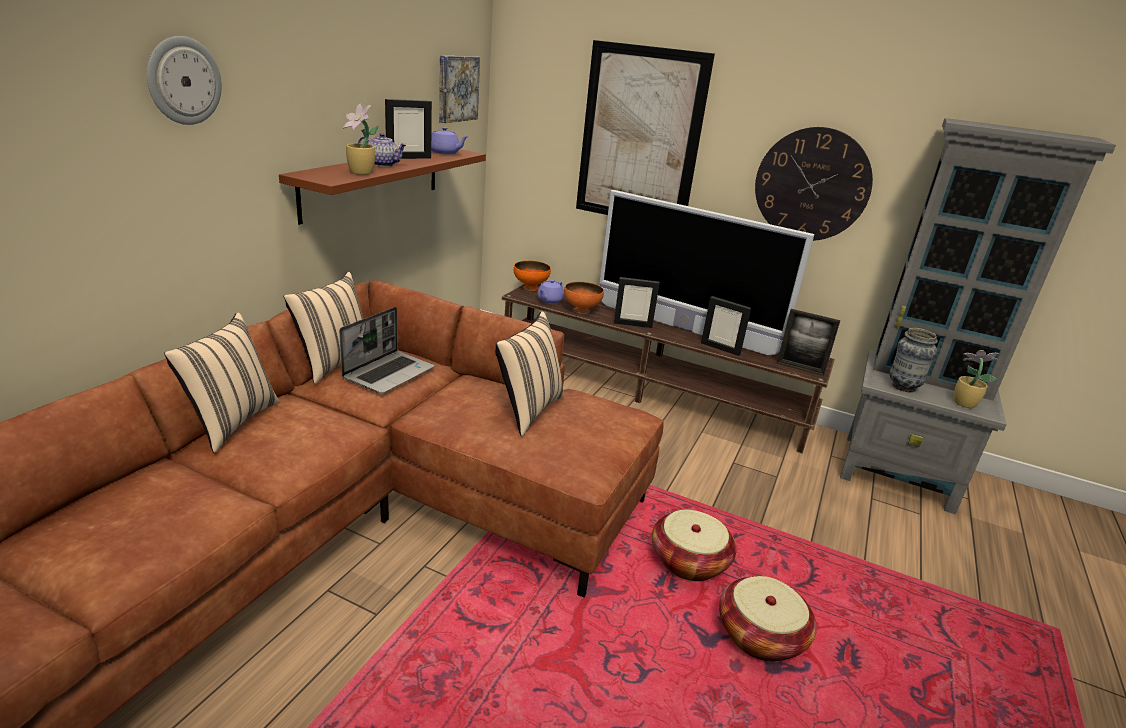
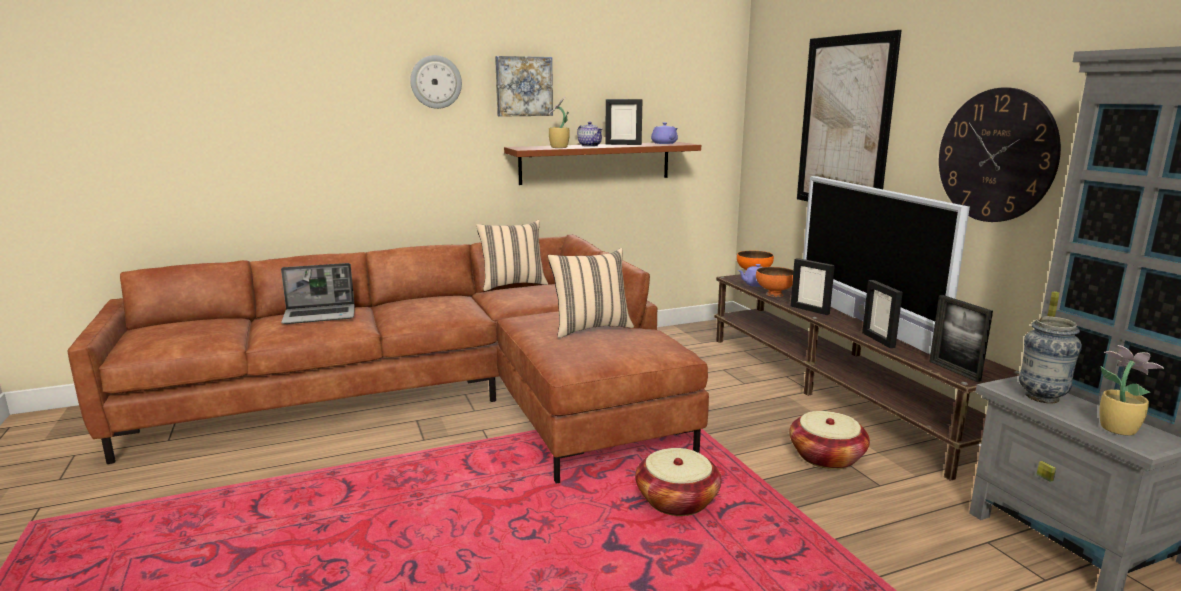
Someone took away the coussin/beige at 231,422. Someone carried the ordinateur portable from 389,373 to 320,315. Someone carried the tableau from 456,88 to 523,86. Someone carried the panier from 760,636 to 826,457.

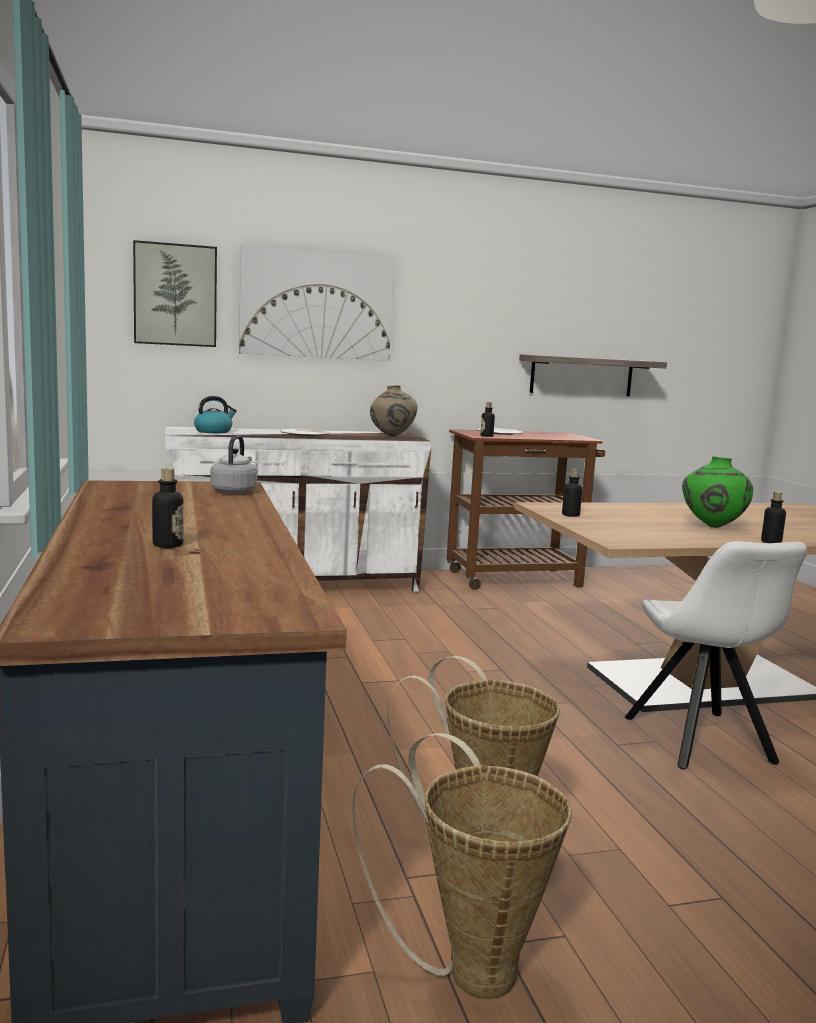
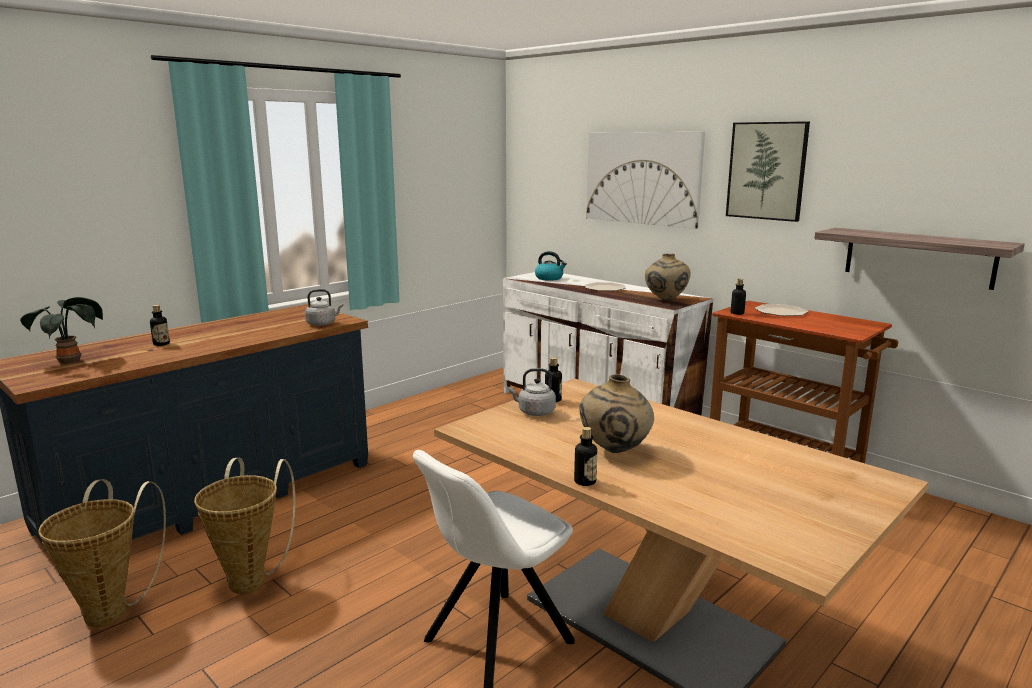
Someone carried the tableau from 175,295 to 767,171. Someone repainted the vase/vert at 712,527, which became the vase/beige at 614,451. Someone put down the plante en pot at 72,361. Someone put down the bouilloire/gris at 534,412.

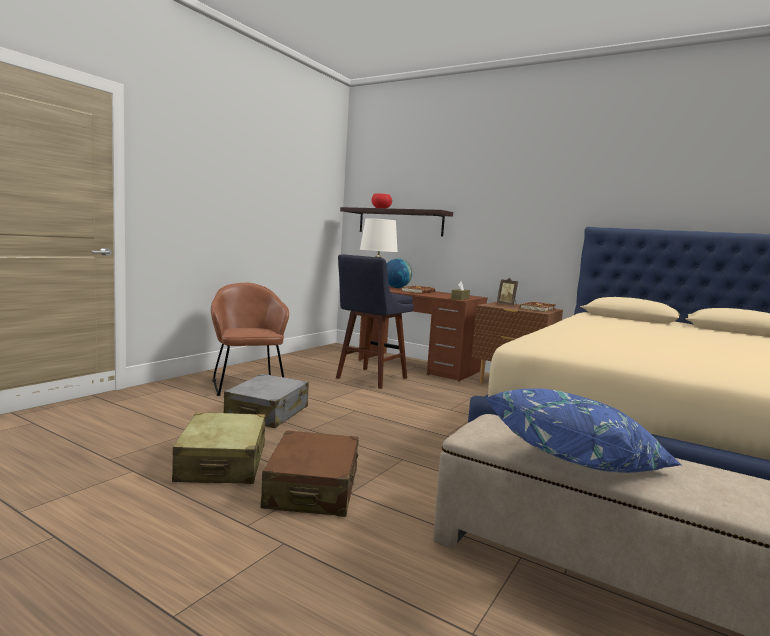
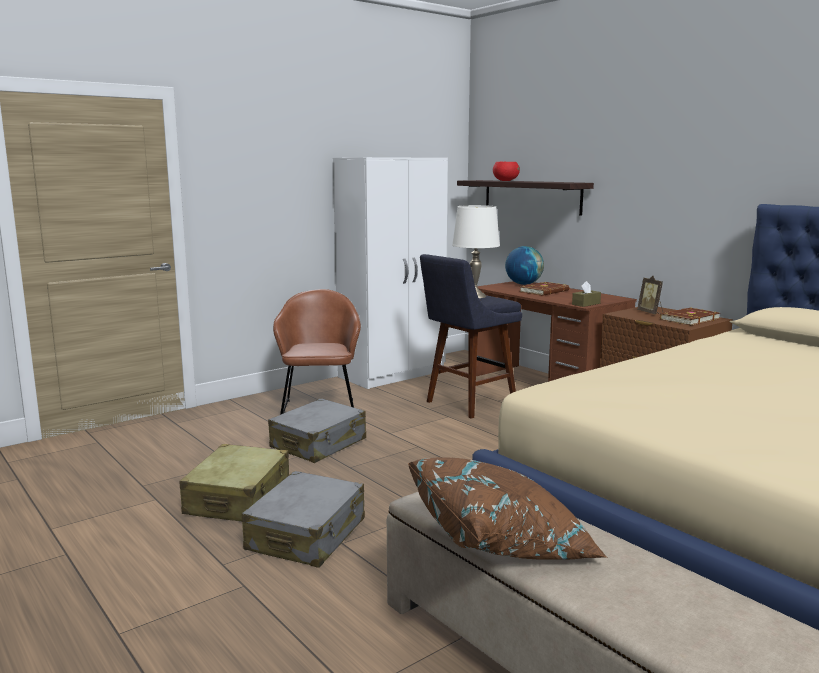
Someone repainted the valise/marron at 312,489, which became the valise/gris at 307,535. Someone repainted the coussin/bleu at 579,463, which became the coussin/marron at 501,542. Someone put down the armoire/blanc at 393,374.

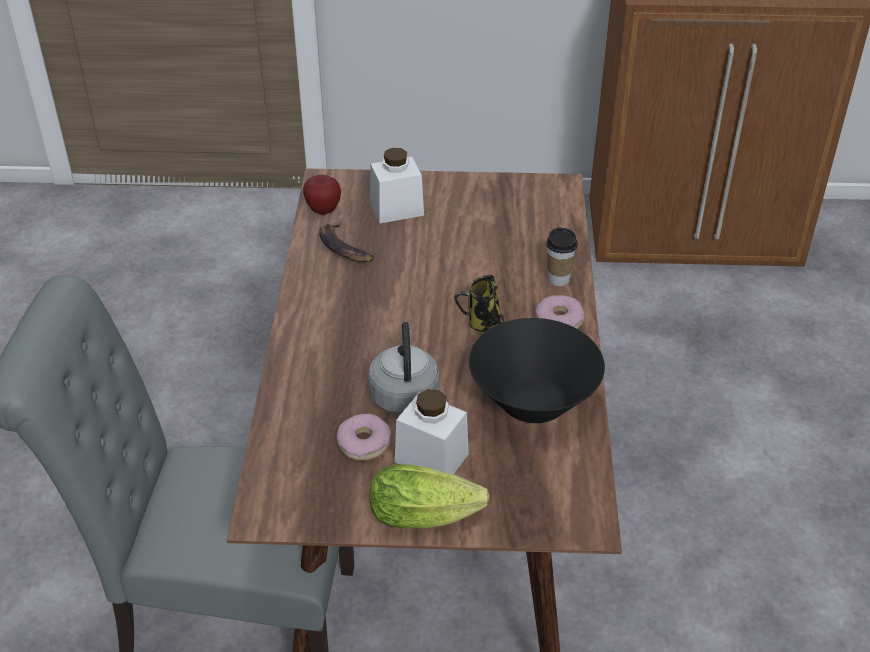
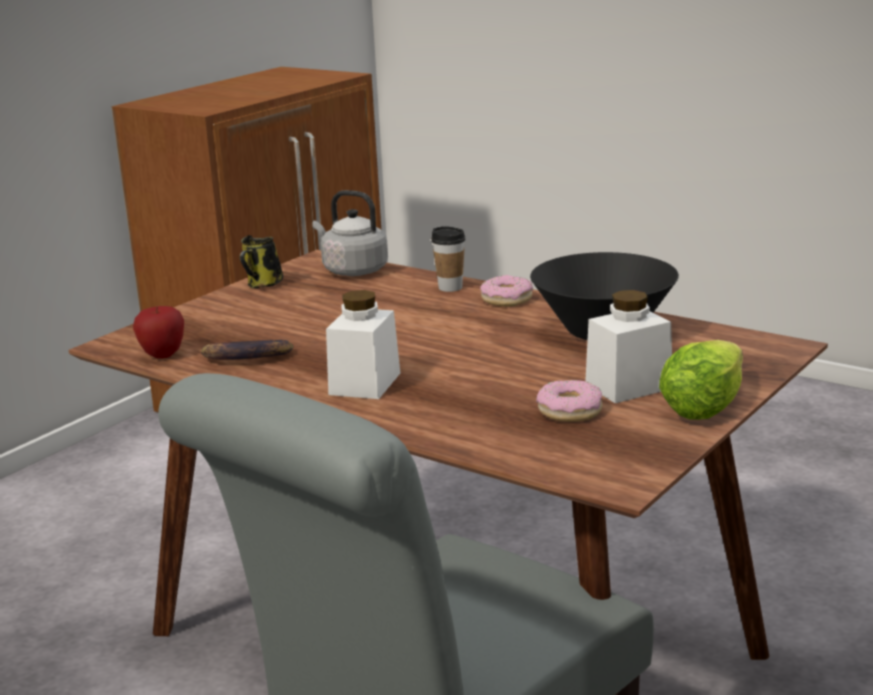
Someone carried the bouilloire/gris from 404,393 to 352,270. Someone carried the bocal/blanc from 397,209 to 365,383. Someone carried the mug from 482,323 to 263,285.

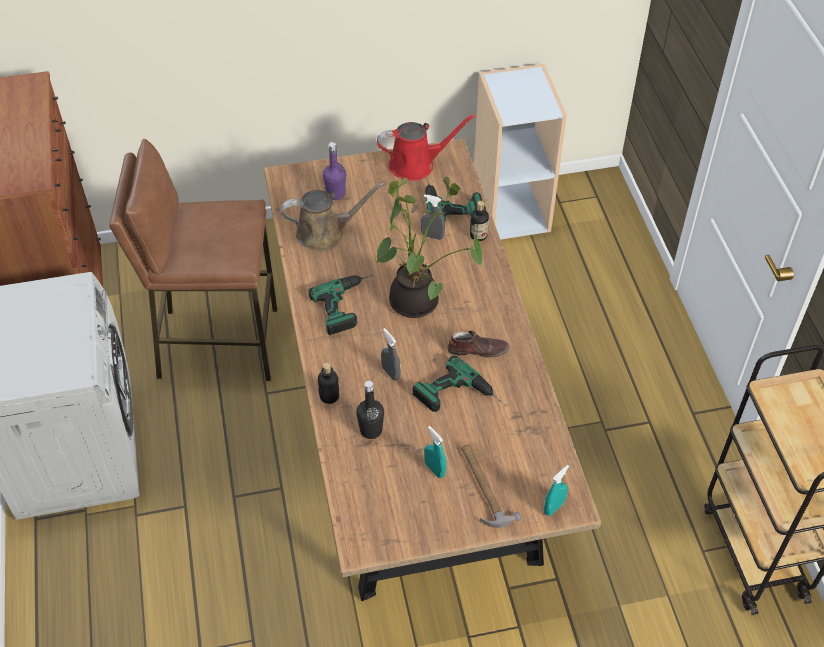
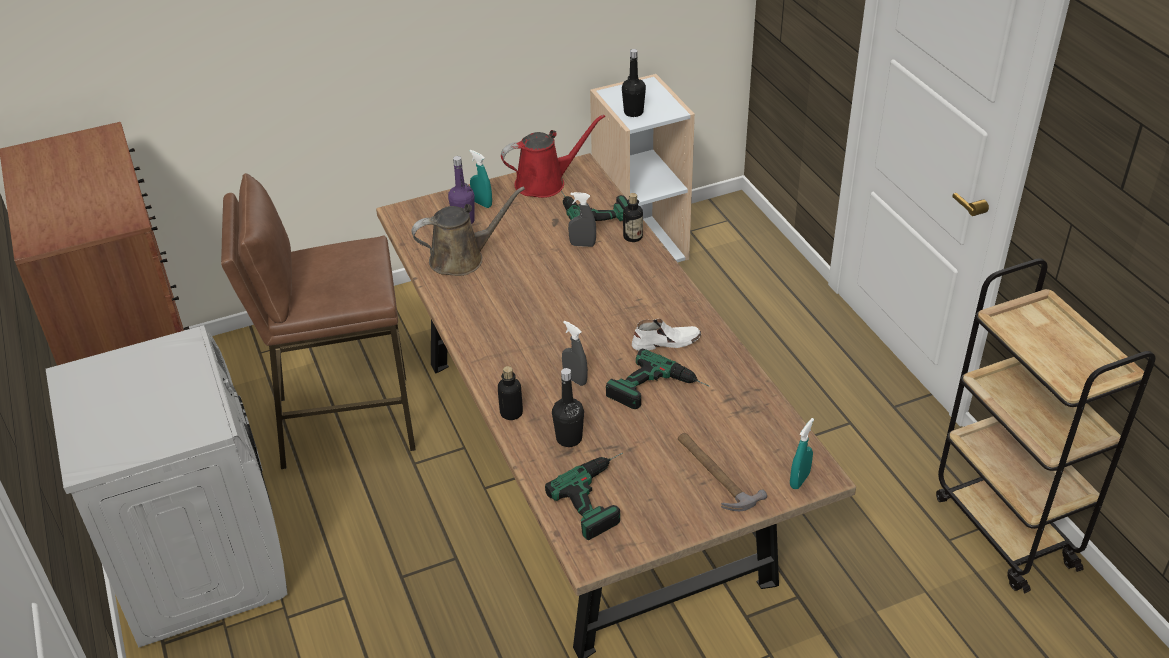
Someone carried the perceuse from 349,304 to 602,496. Someone took away the plante en pot at 418,302. Someone carried the vaporisateur/turquoise from 435,469 to 482,203. Someone repainted the chaussure/marron at 478,349, which became the chaussure/blanc at 666,342. Someone put down the bouteille/noir at 633,112.

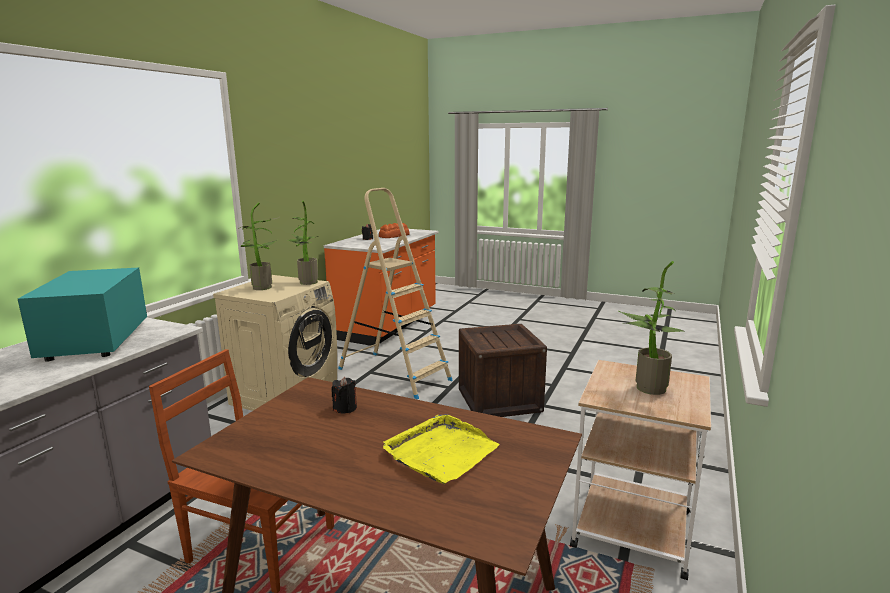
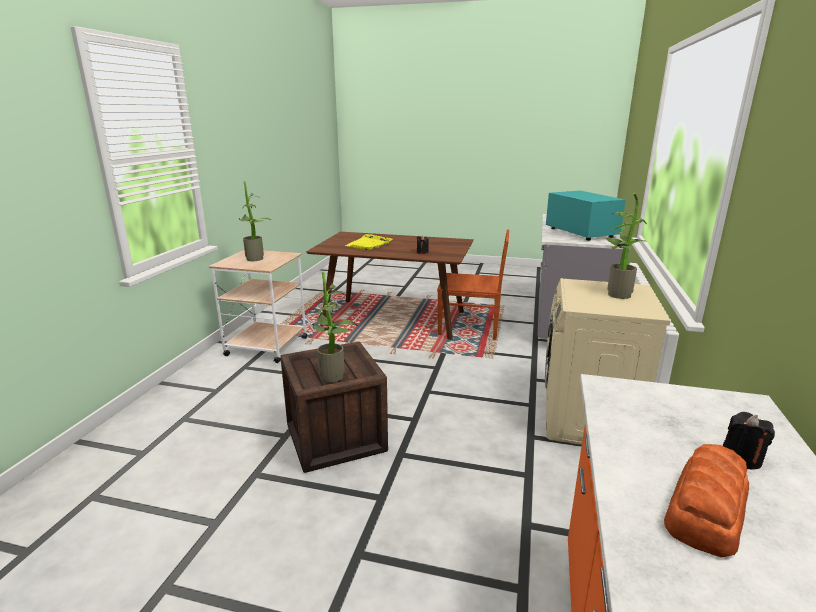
Someone carried the plante en pot from 306,282 to 336,376. Someone took away the escabeau/beige at 394,374.

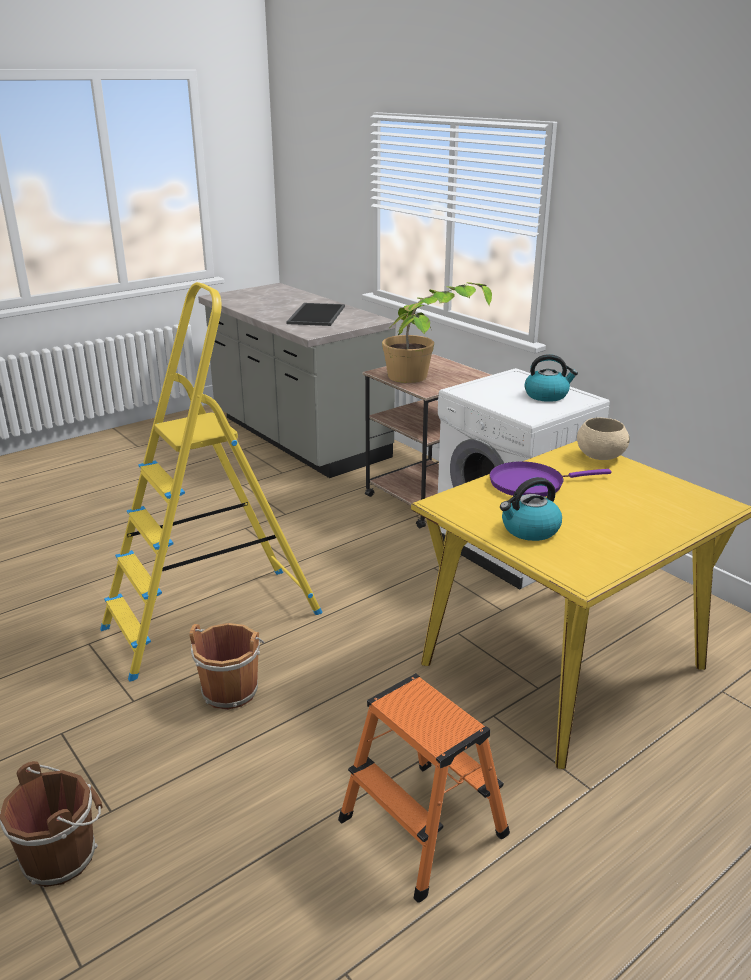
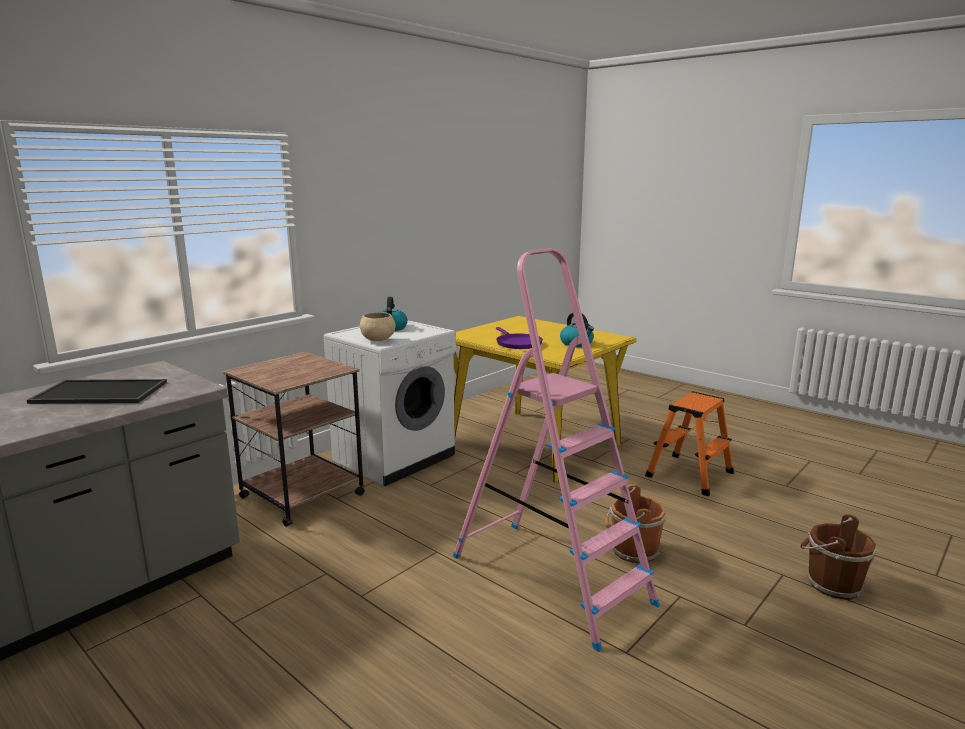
Someone repainted the escabeau/jaune at 212,621, which became the escabeau/rose at 551,579. Someone took away the plante en pot at 428,378. Someone carried the bol/beige from 600,456 to 377,340.

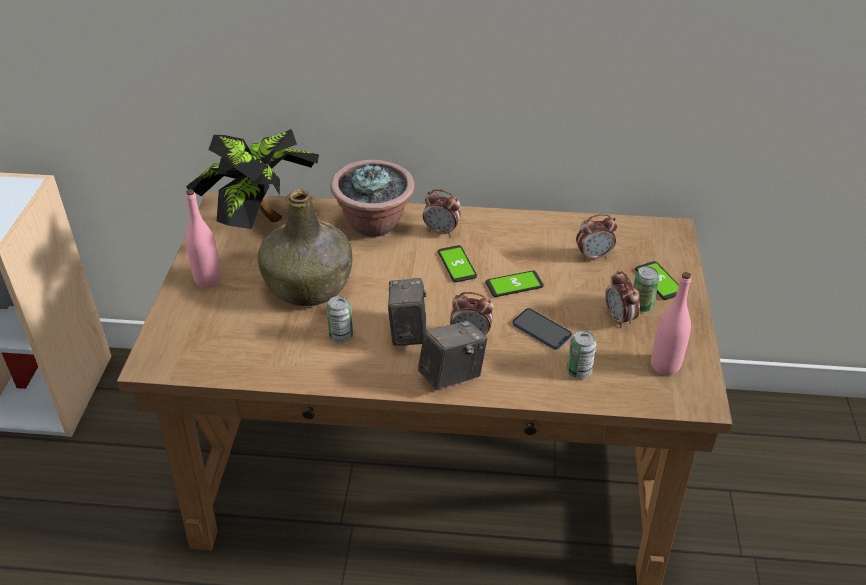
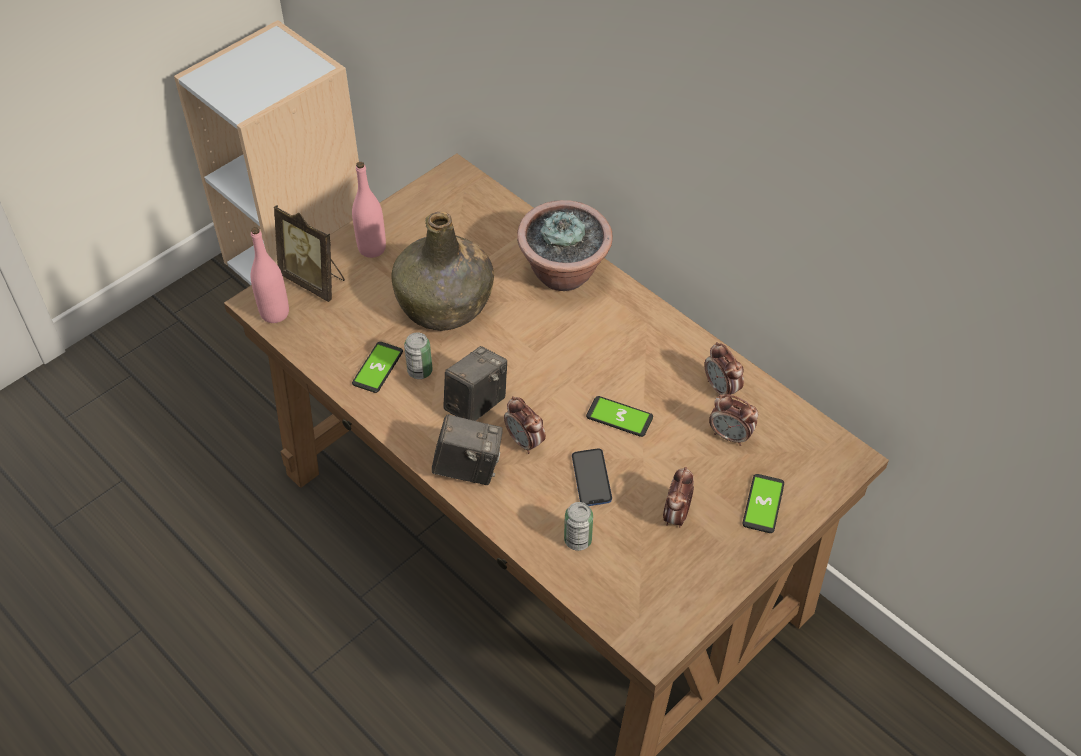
Someone took away the plante en pot at 260,222. Someone carried the réveil from 441,231 to 721,389. Someone carried the téléphone from 457,264 to 377,368. Someone took away the boîte métallique at 641,305. Someone carried the bouteille/rose from 665,365 to 275,313. Someone put down the cadre photo at 315,280.

